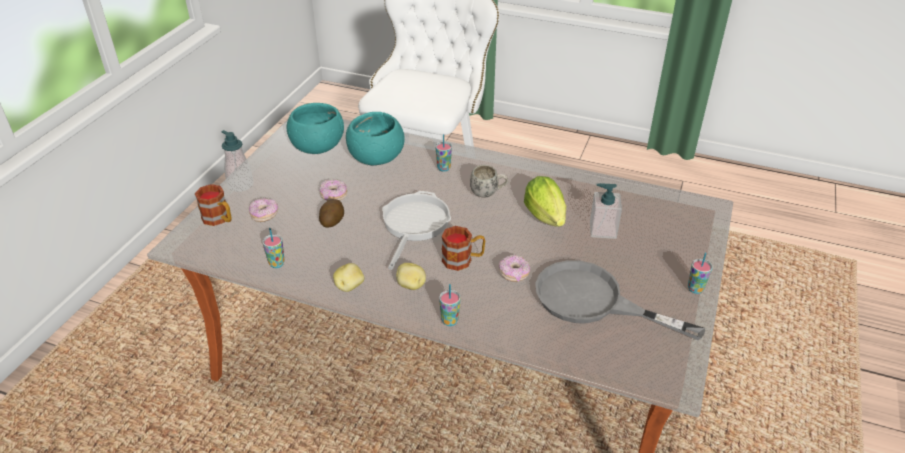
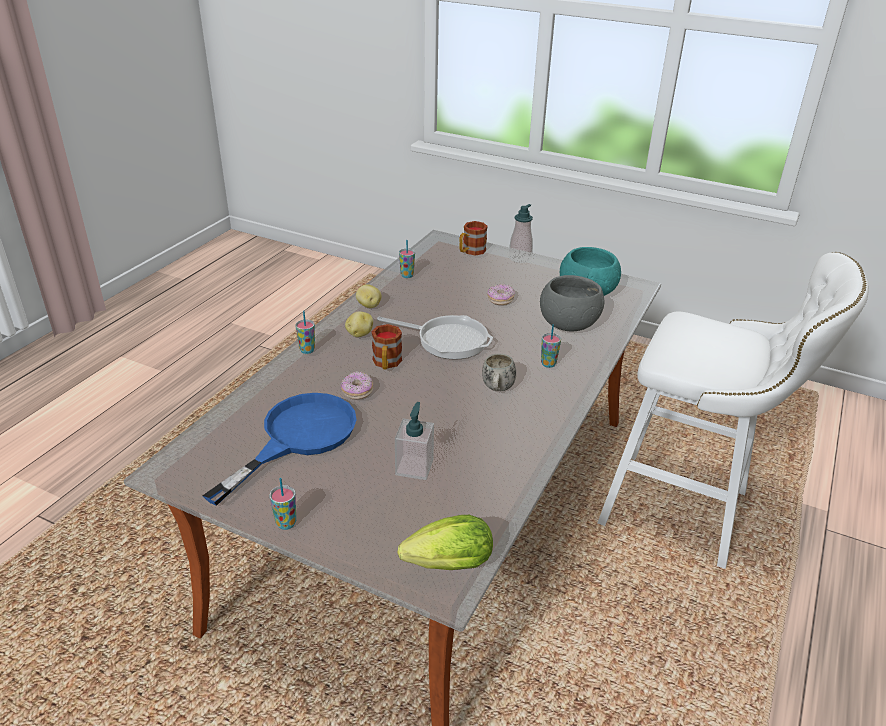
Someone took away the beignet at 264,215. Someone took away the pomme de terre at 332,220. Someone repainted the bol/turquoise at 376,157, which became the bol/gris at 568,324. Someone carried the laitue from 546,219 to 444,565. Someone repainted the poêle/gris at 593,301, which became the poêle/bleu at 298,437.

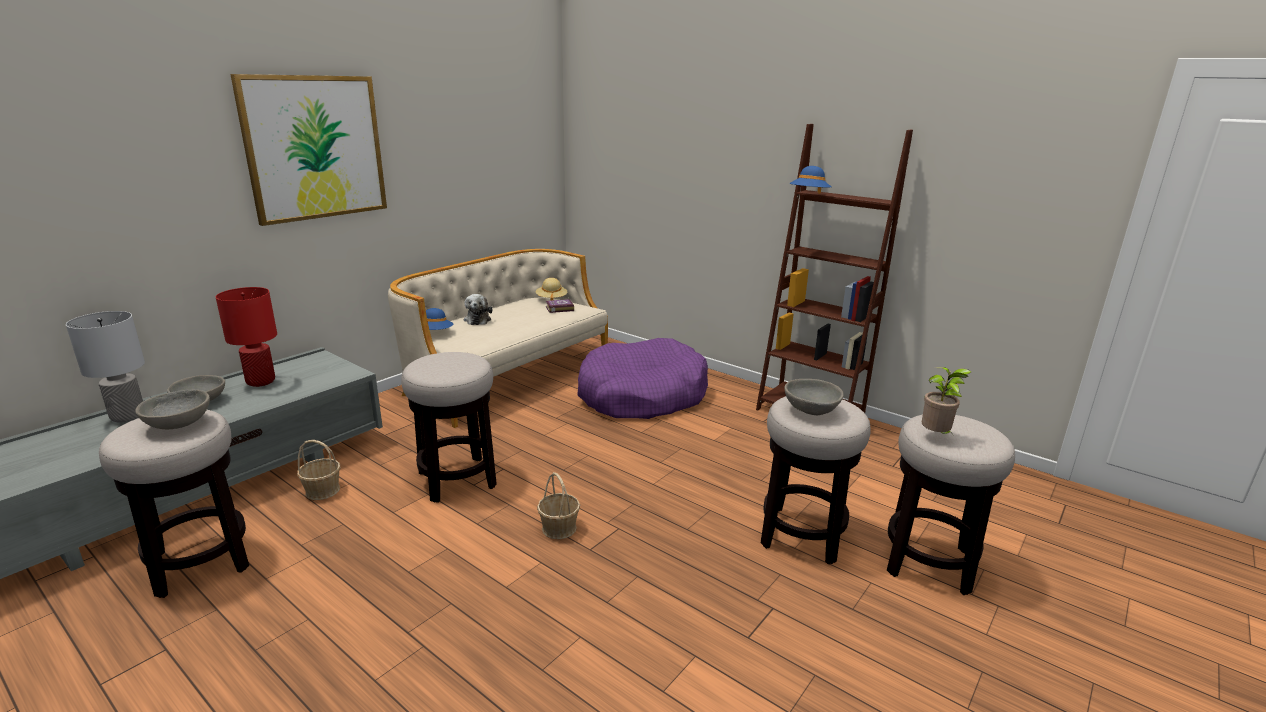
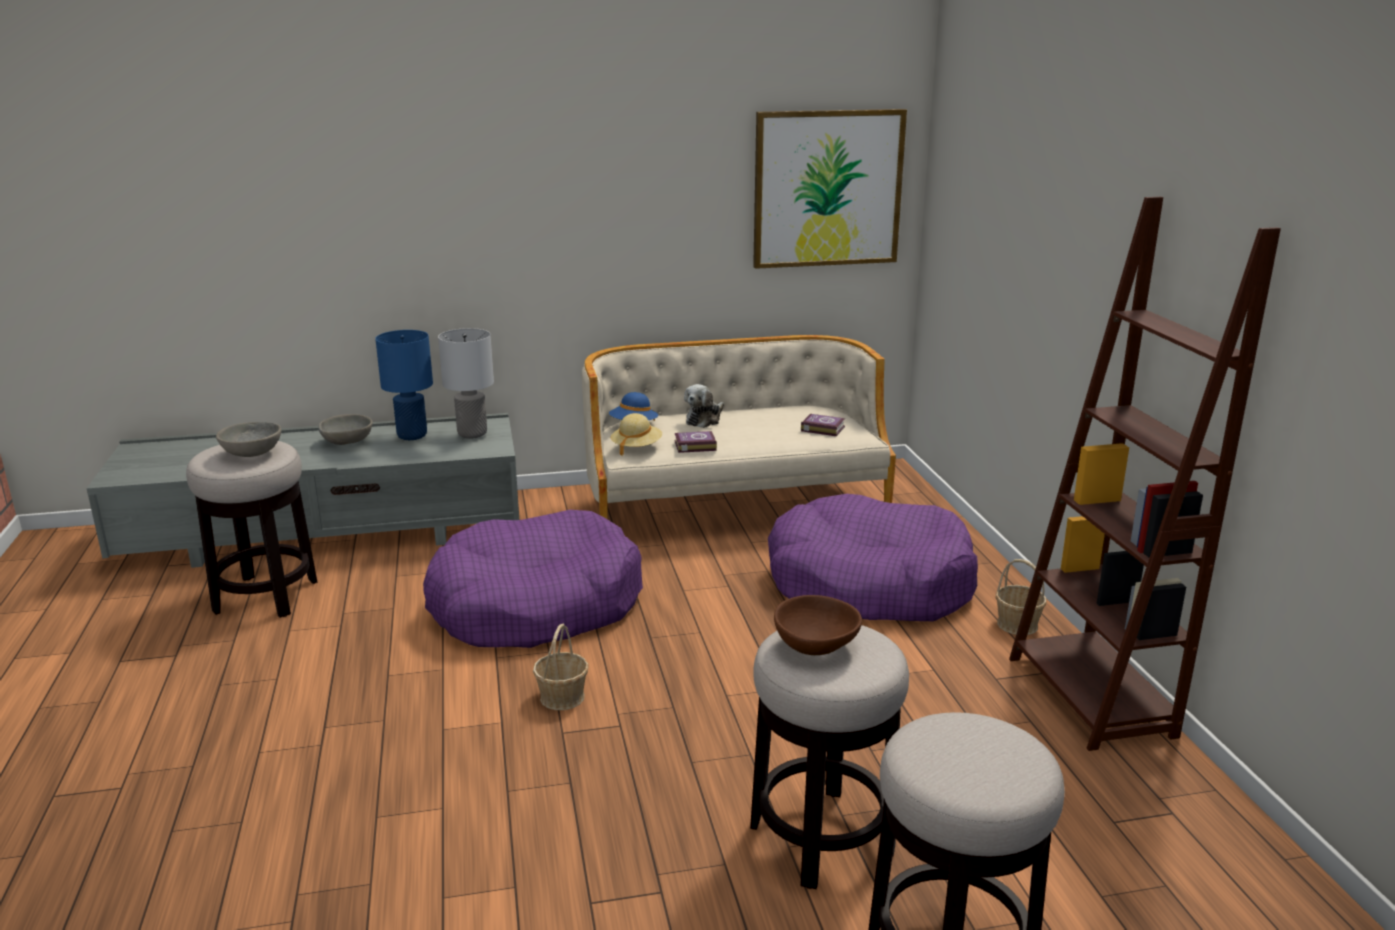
Someone carried the lampe de table/gris from 128,418 to 472,436. Someone repainted the lampe de table/rouge at 261,383, which became the lampe de table/bleu at 412,437. Someone carried the tableau from 315,148 to 827,189. Someone carried the panier from 322,490 to 1017,624. Someone swapped the tabouret at 457,479 for the panier pour chien/violet at 535,605. Someone carried the chapeau/beige from 551,299 to 636,447. Someone repainted the bol/gris at 811,410, which became the bol/marron at 815,646. Someone took away the chapeau/bleu at 809,196. Someone took away the plante en pot at 936,436. Someone put down the livre at 694,445.

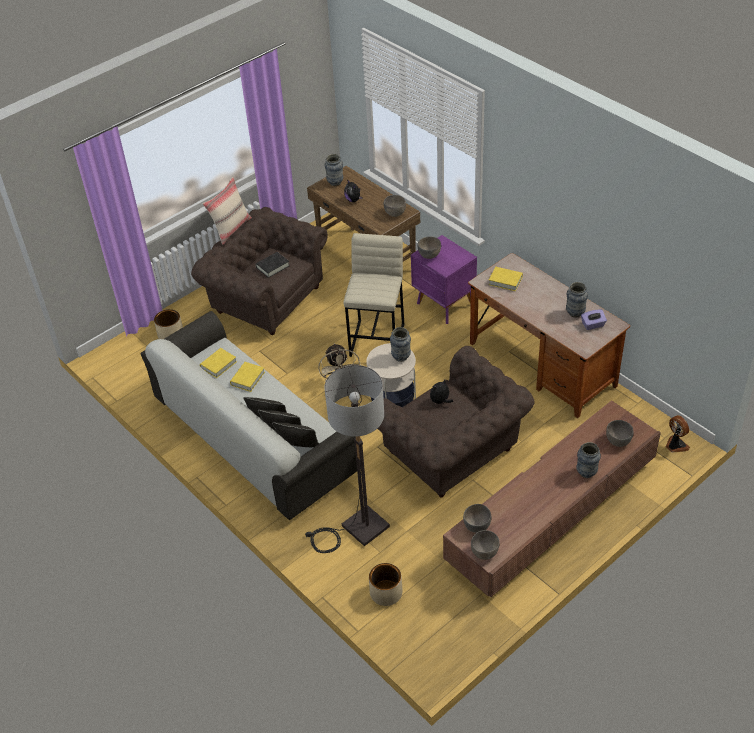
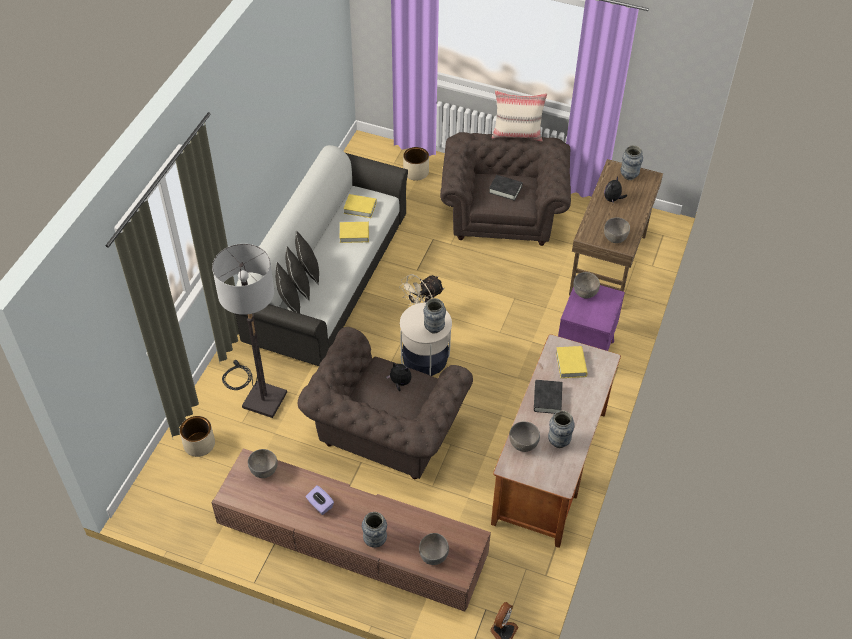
Someone took away the tabouret/beige at 377,339. Someone carried the bol/gris from 484,553 to 523,444. Someone carried the boîte à mouchoirs/violet from 593,325 to 320,505. Someone put down the livre/noir at 547,399.

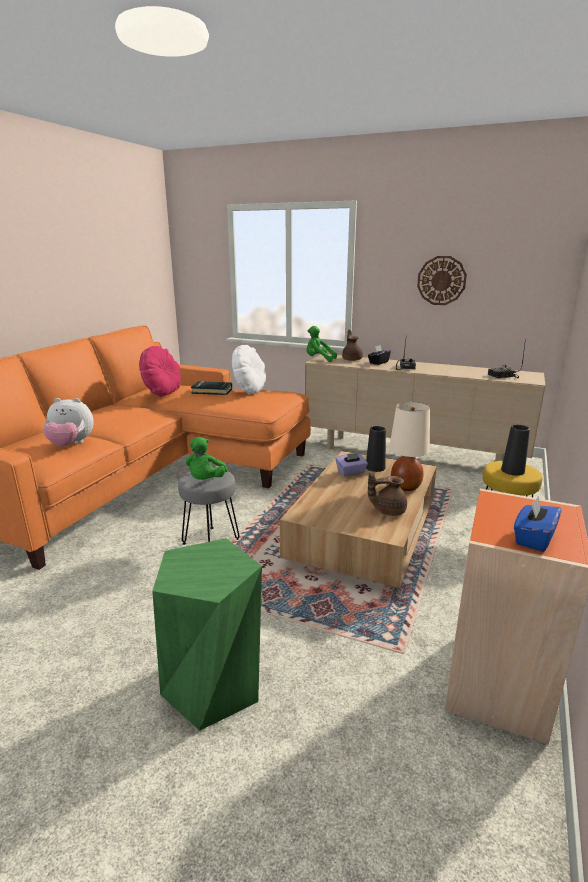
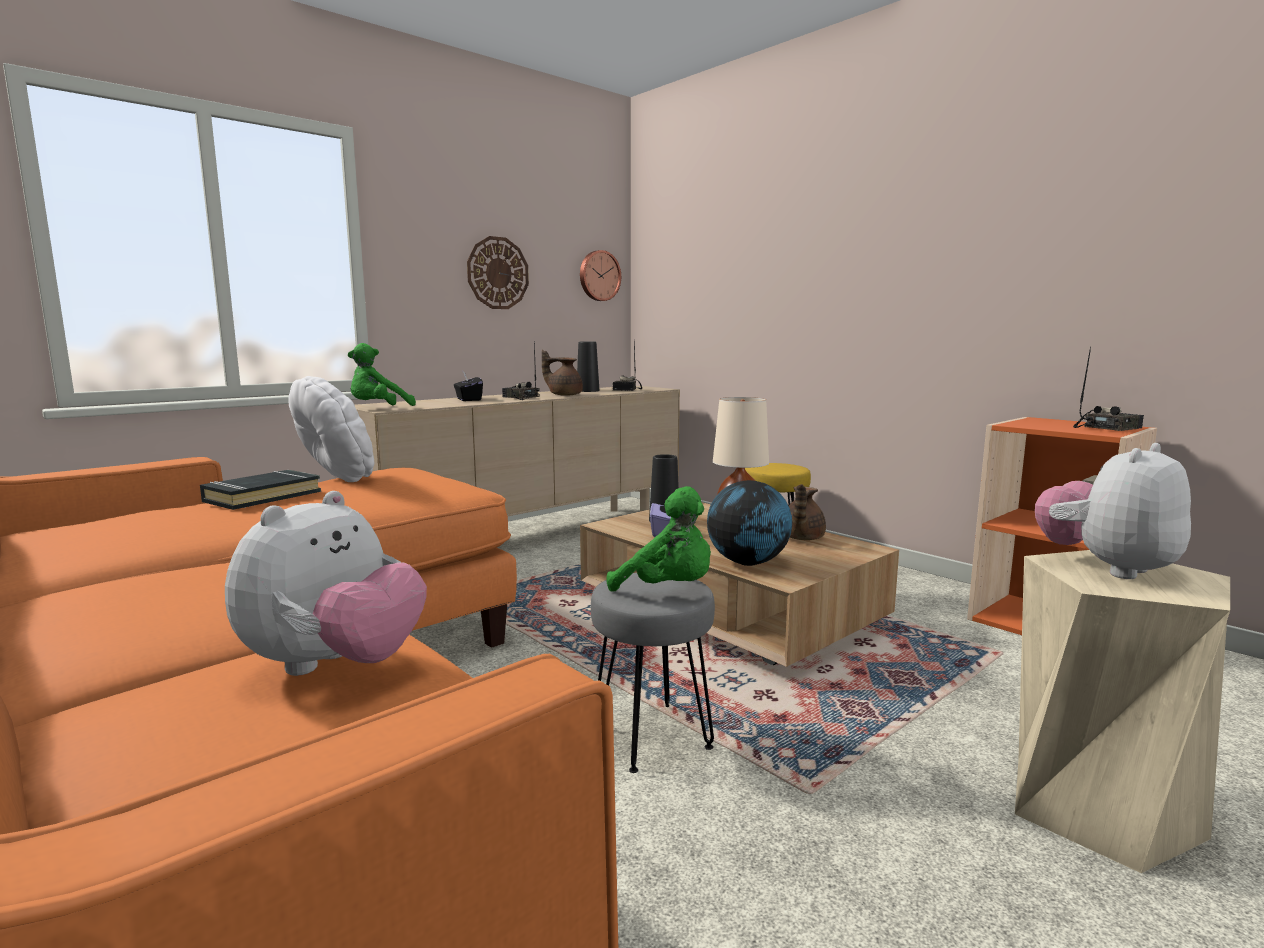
Someone took away the coussin/rose at 162,393. Someone repainted the tabouret/vert at 213,685, which became the tabouret/beige at 1097,807. Someone carried the théière/marron from 352,359 to 564,395. Someone carried the vase/noir from 512,470 to 588,390. Someone swapped the boîte à mouchoirs/bleu at 533,538 for the radio at 1106,428. Someone put up the horloge murale at 599,276. Someone put down the globe at 748,563. Someone put down the peluche at 1107,568.

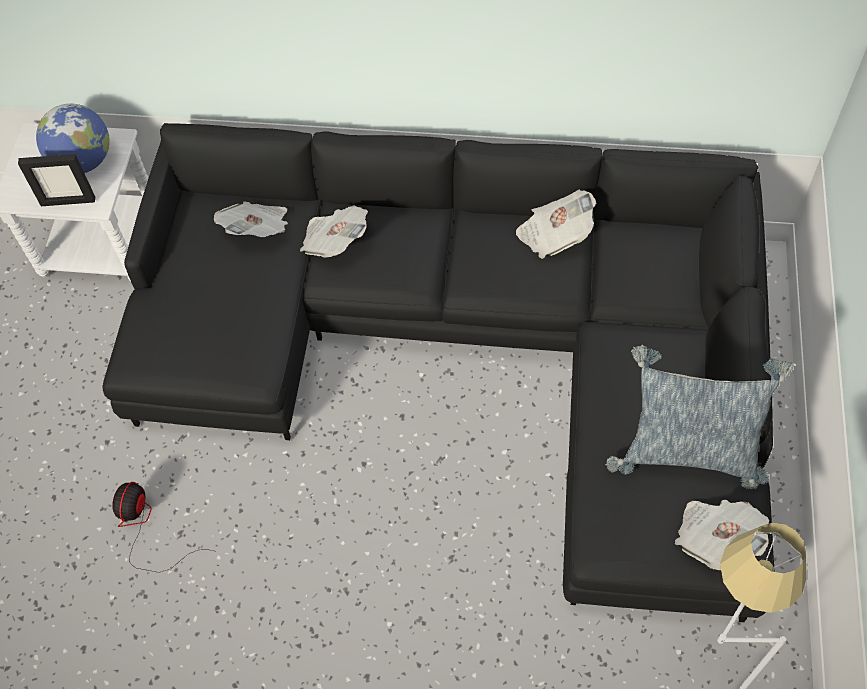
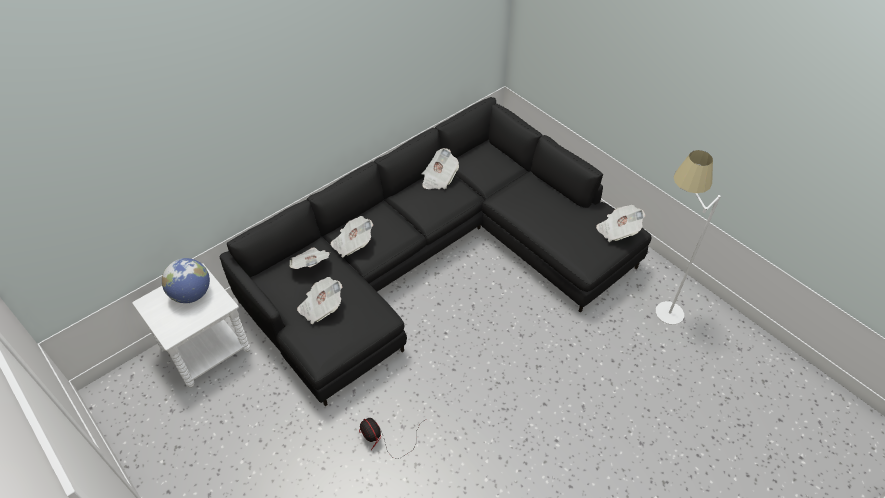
Someone took away the cadre photo at 68,200. Someone took away the coussin at 685,454. Someone put down the journal at 321,307.

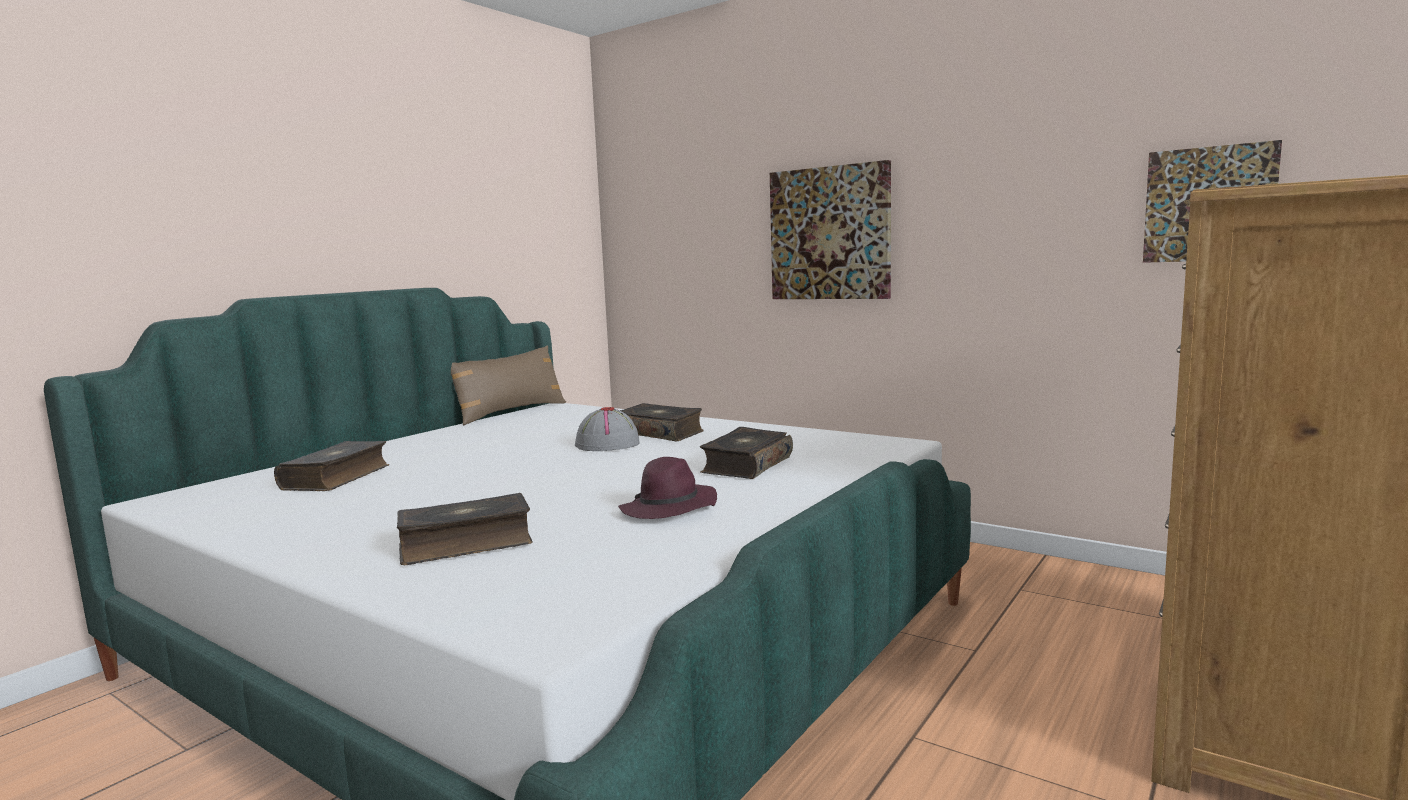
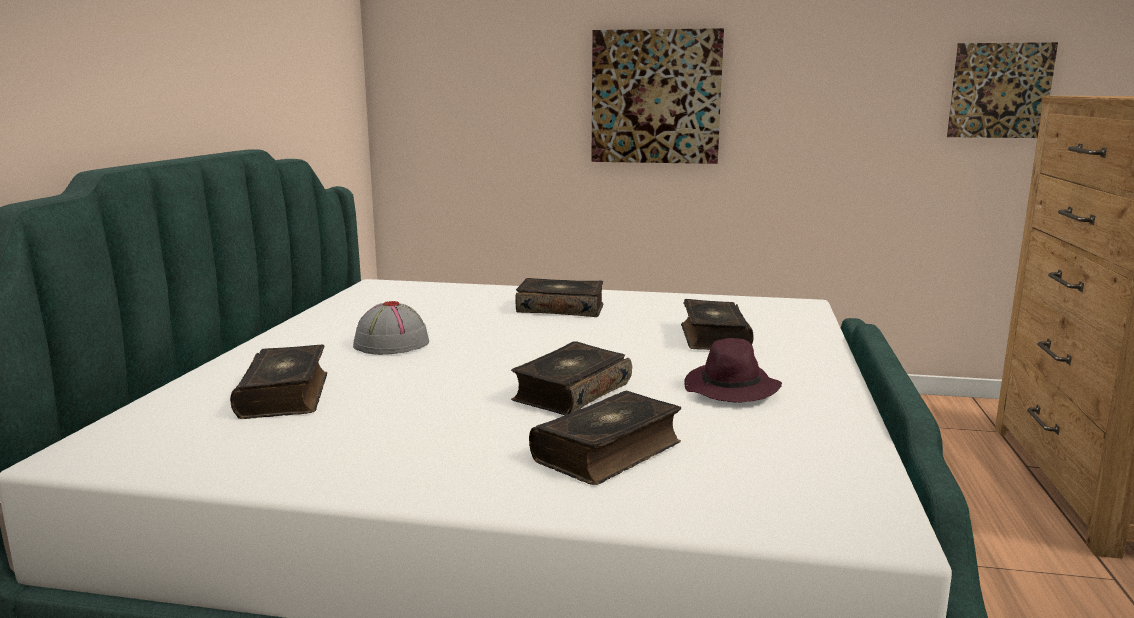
Someone took away the coussin/marron at 510,412. Someone carried the chapeau/gris from 607,445 to 391,344. Someone put down the livre at 570,392.

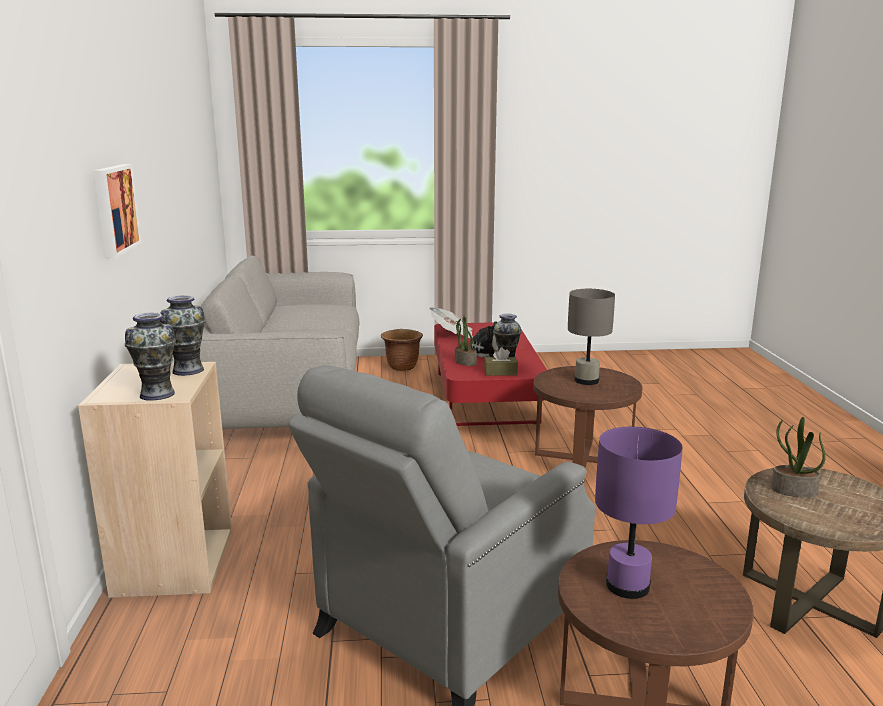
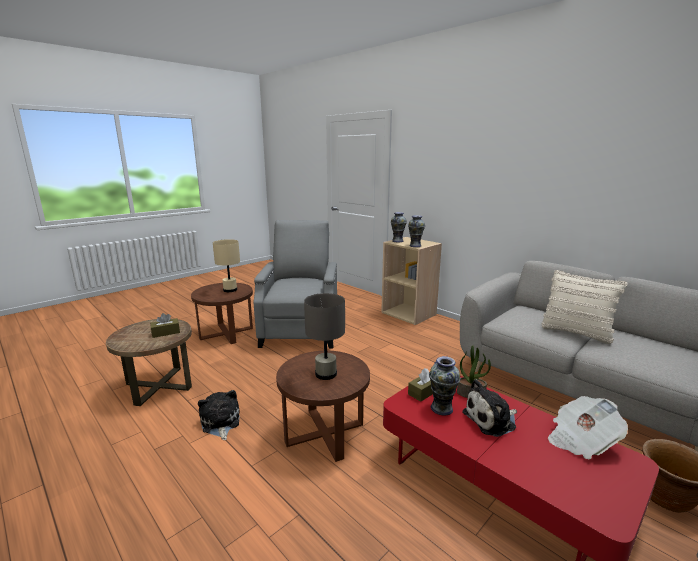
Someone took away the tableau at 113,209. Someone repainted the lampe de table/violet at 628,586, which became the lampe de table/beige at 229,290. Someone swapped the plante en pot at 793,491 for the boîte à mouchoirs/marron at 166,332. Someone put down the peluche at 220,423. Someone put down the coussin/beige at 576,333.

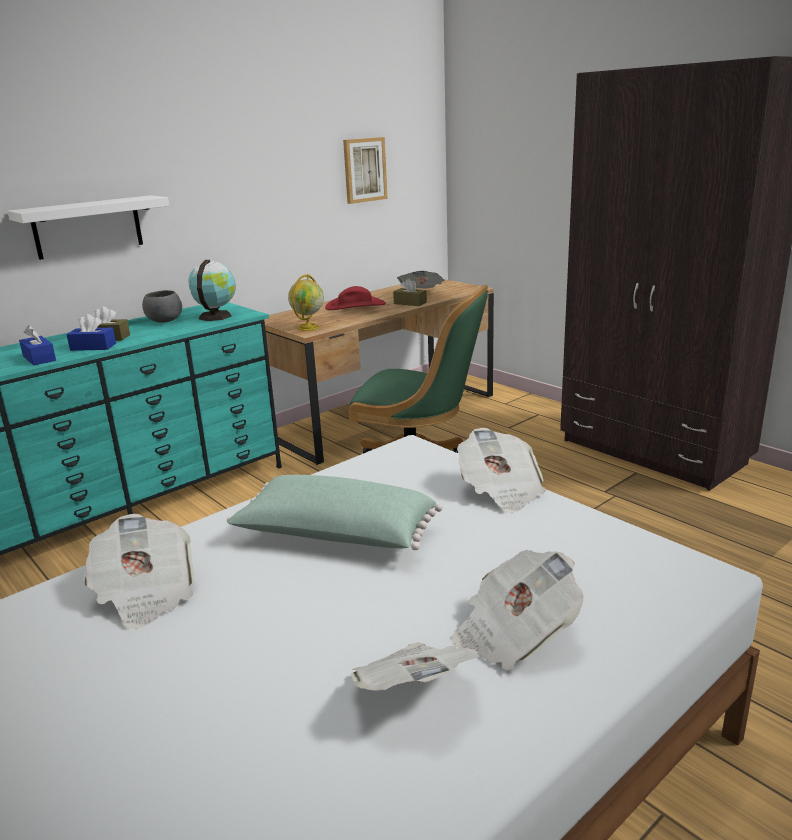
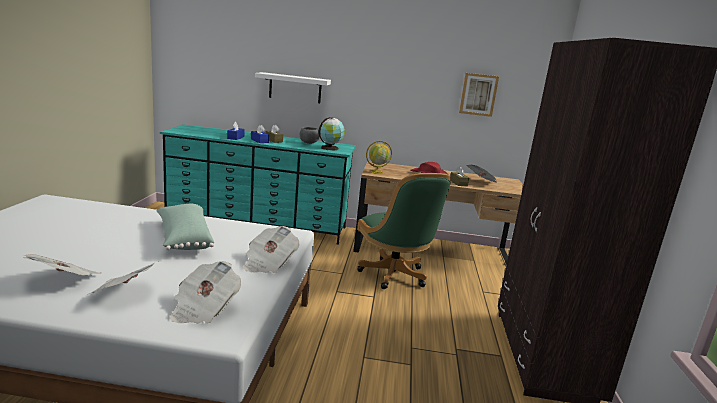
Someone carried the journal from 145,594 to 204,309.

